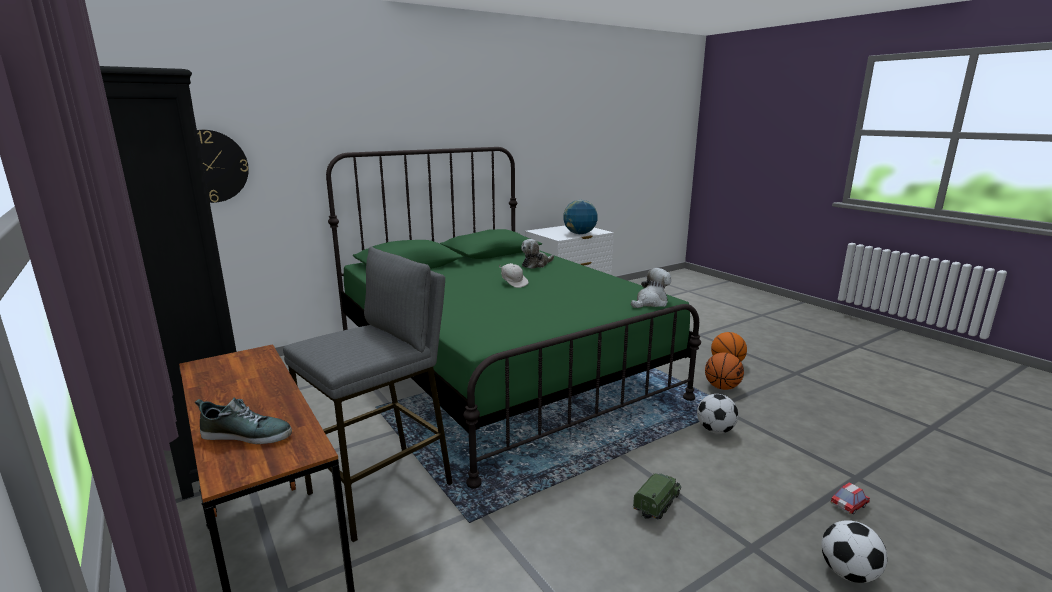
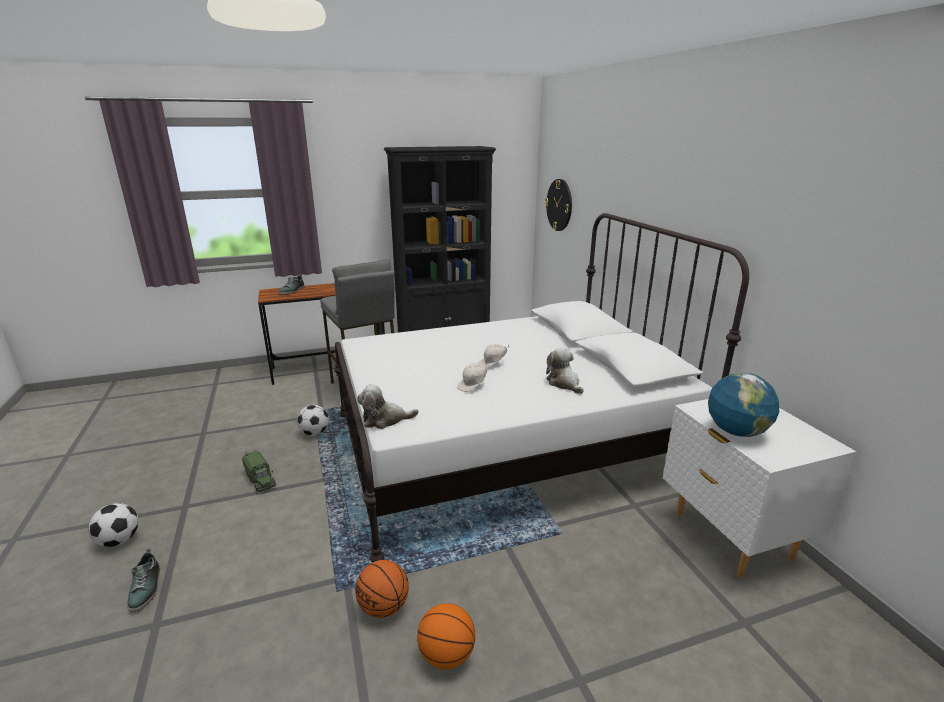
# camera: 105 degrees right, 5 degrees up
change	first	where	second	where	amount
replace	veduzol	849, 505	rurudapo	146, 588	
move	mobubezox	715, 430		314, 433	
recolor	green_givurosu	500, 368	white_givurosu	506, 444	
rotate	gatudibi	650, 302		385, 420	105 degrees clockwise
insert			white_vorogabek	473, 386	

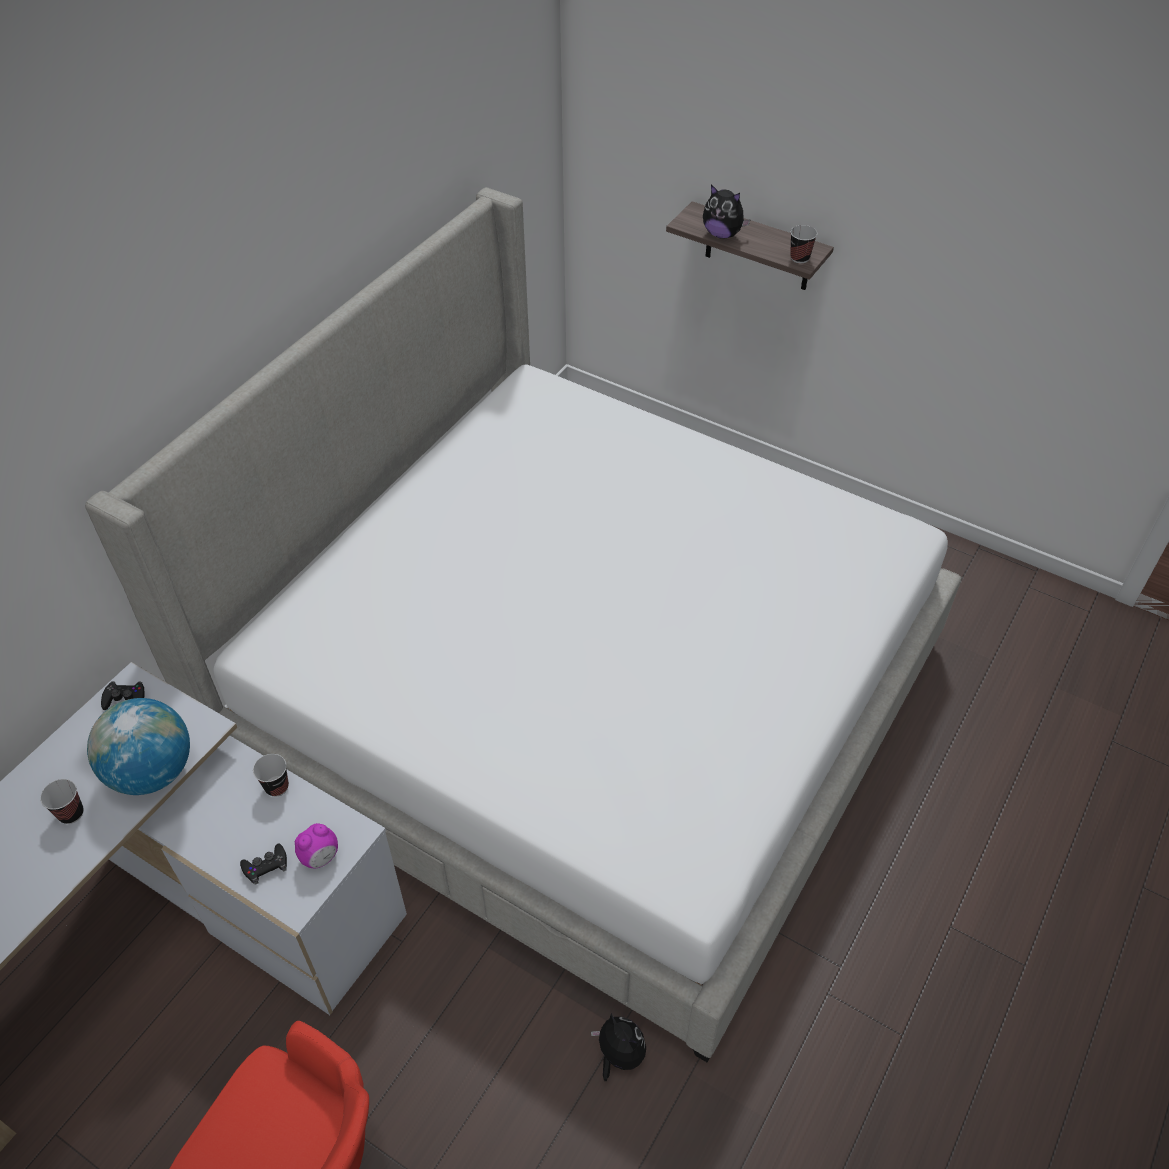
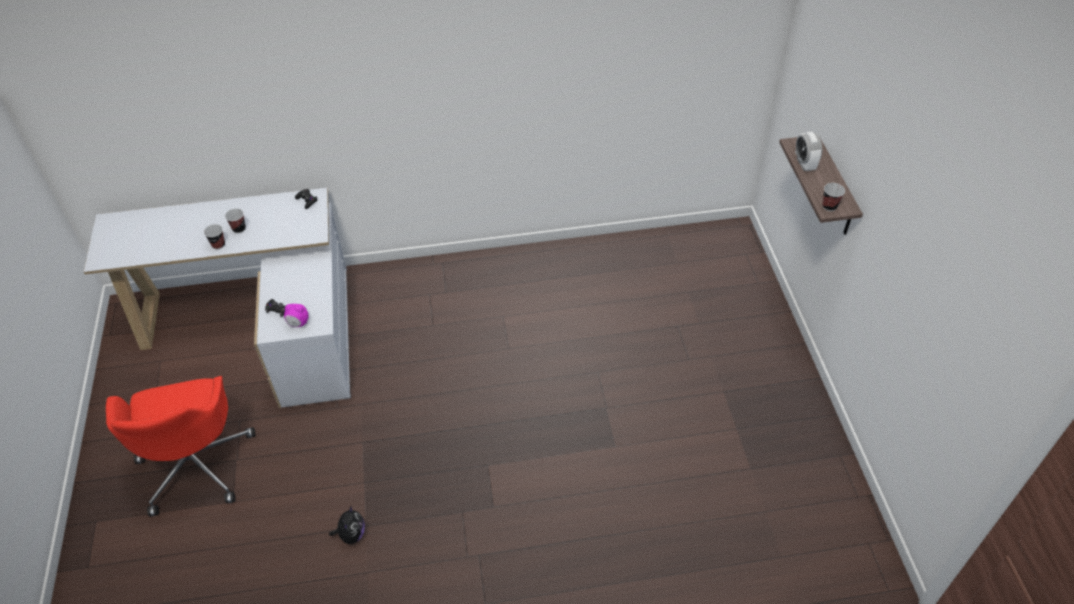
# camera: 50 degrees right, 0 degrees up
change	first	where	second	where	amount
move	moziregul	277, 787		218, 245	
replace	gatudibi	722, 234	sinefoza	804, 164	
delete	givurosu	584, 699			
delete	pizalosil	152, 771			

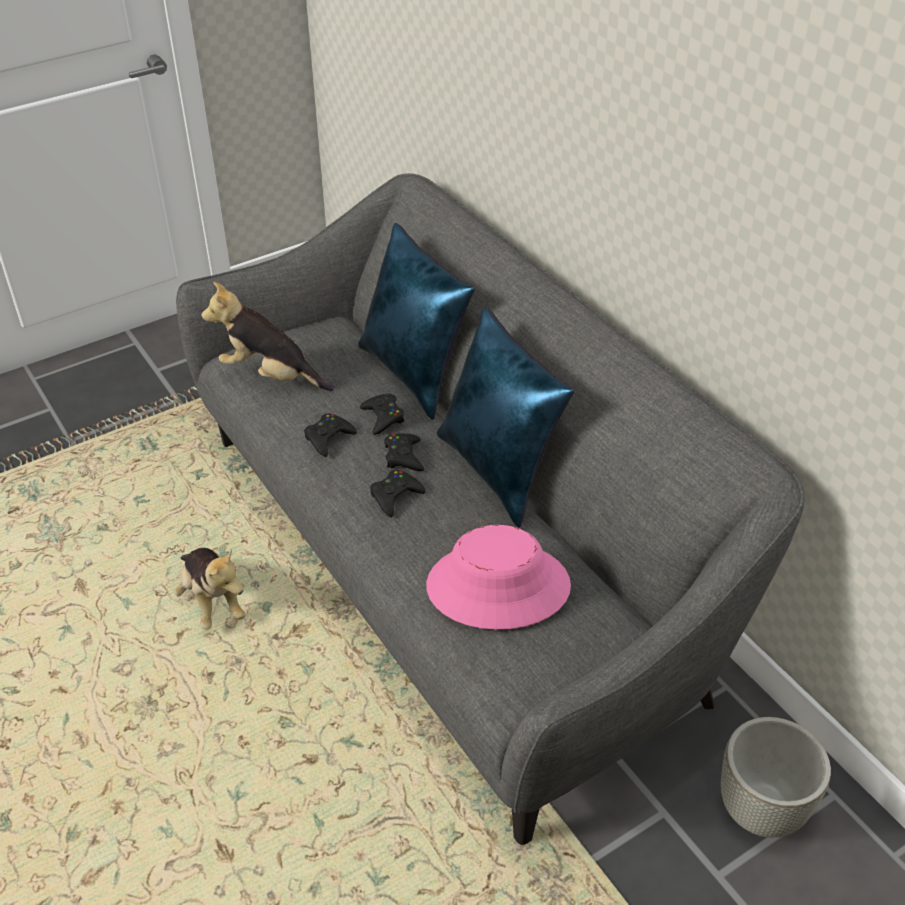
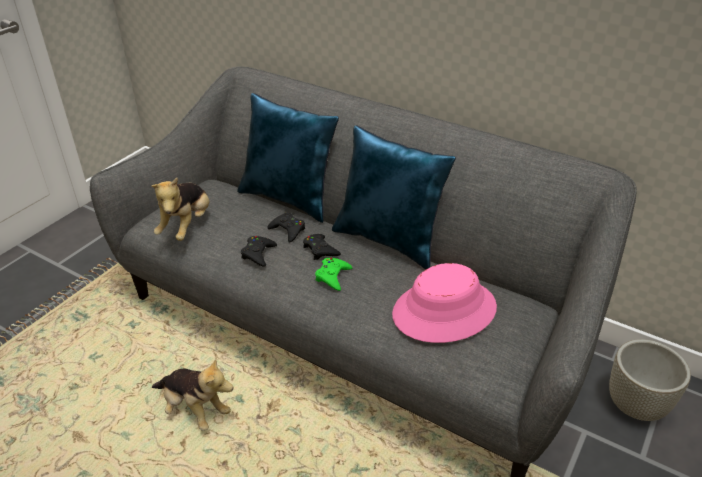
# camera: 25 degrees left, 5 degrees down
change	first	where	second	where	amount
rotate	gatudibi	271, 375		187, 226	75 degrees counterclockwise
recolor	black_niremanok	395, 496	green_niremanok	332, 276	

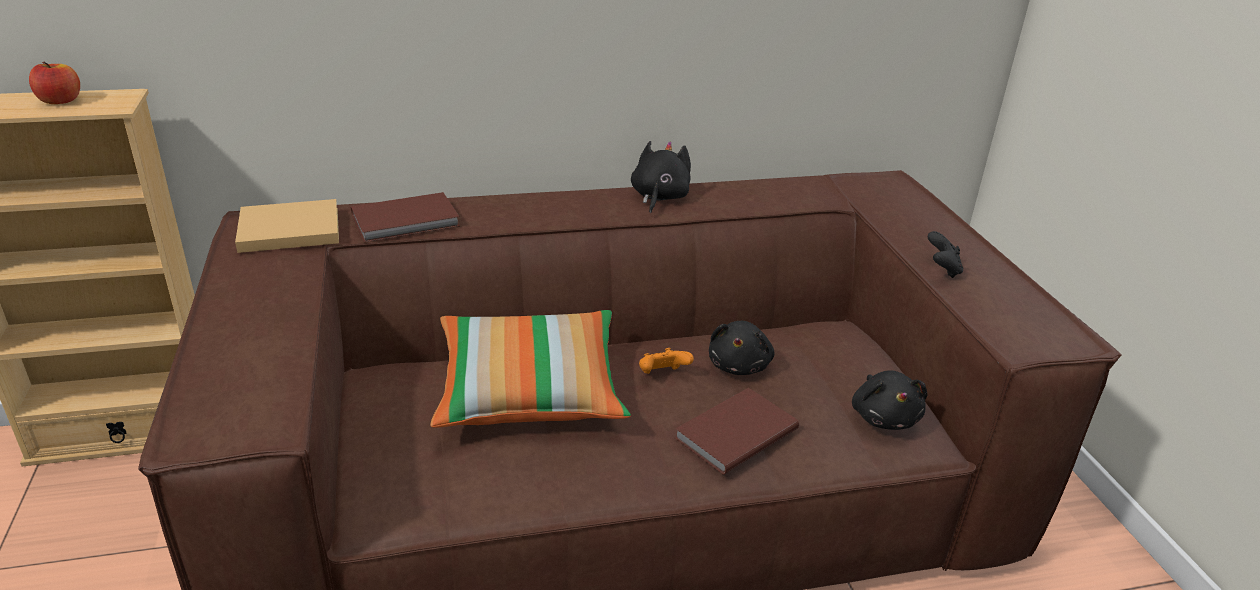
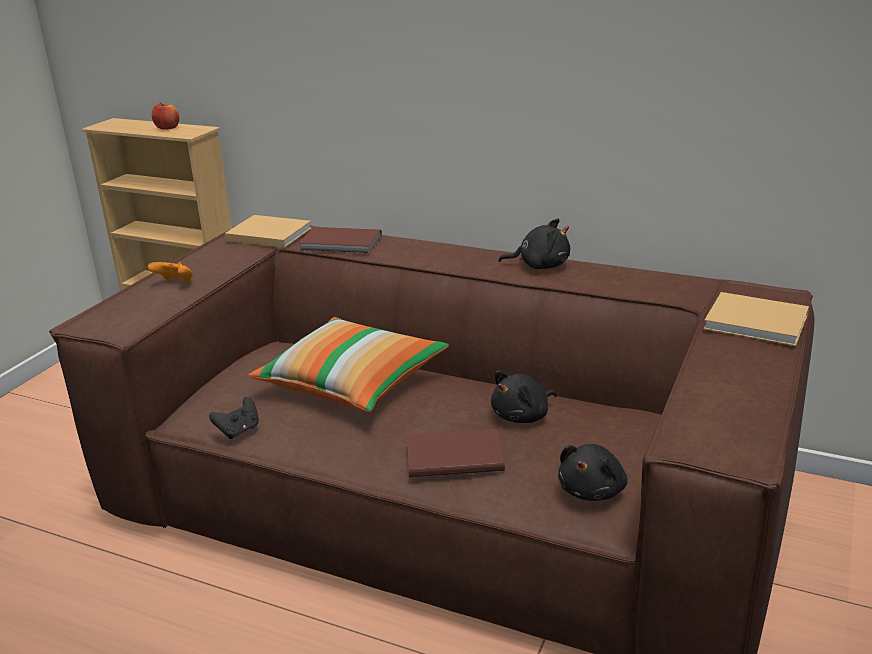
# camera: 40 degrees right, 5 degrees down
change	first	where	second	where	amount
move	orange_niremanok	662, 375		175, 283	
move	black_niremanok	942, 269		239, 431	
rotate	black_gatudibi	659, 197		540, 266	45 degrees clockwise
insert			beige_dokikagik	759, 323	

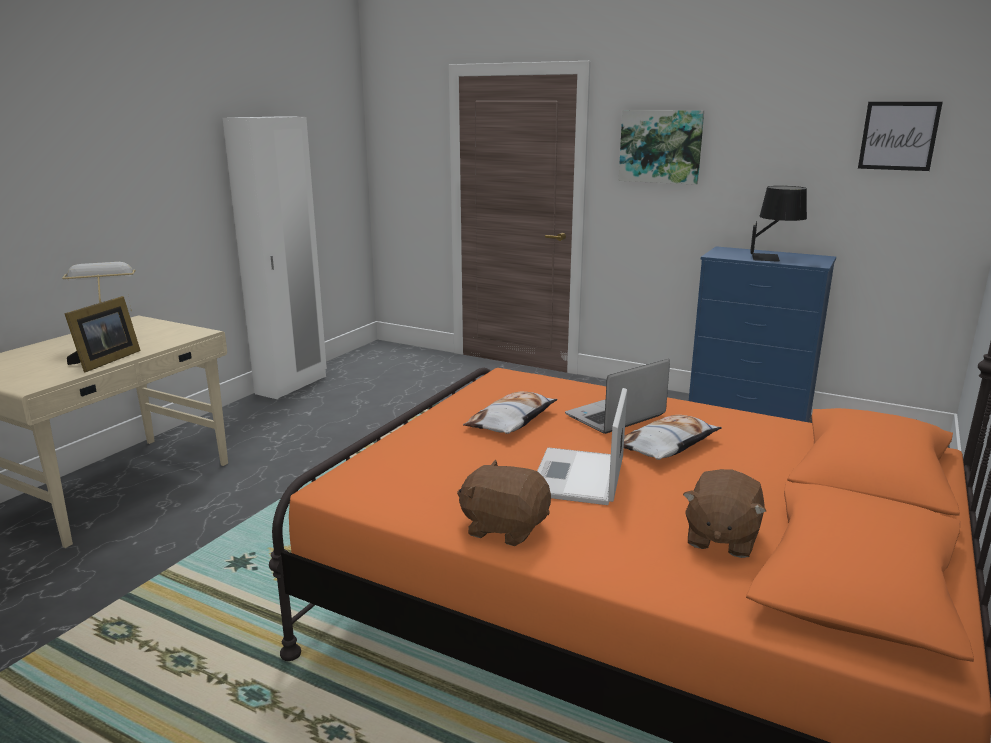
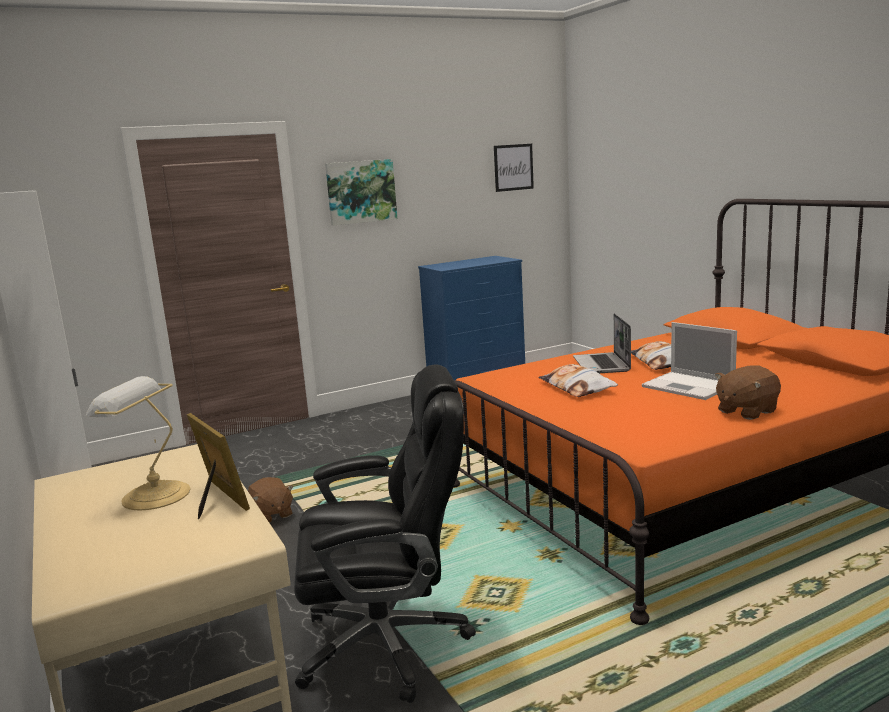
# camera: 55 degrees left, 5 degrees down
change	first	where	second	where	amount
move	brown_gatudibi	720, 538		271, 515	
insert			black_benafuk	388, 644	
delete	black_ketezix	774, 257			

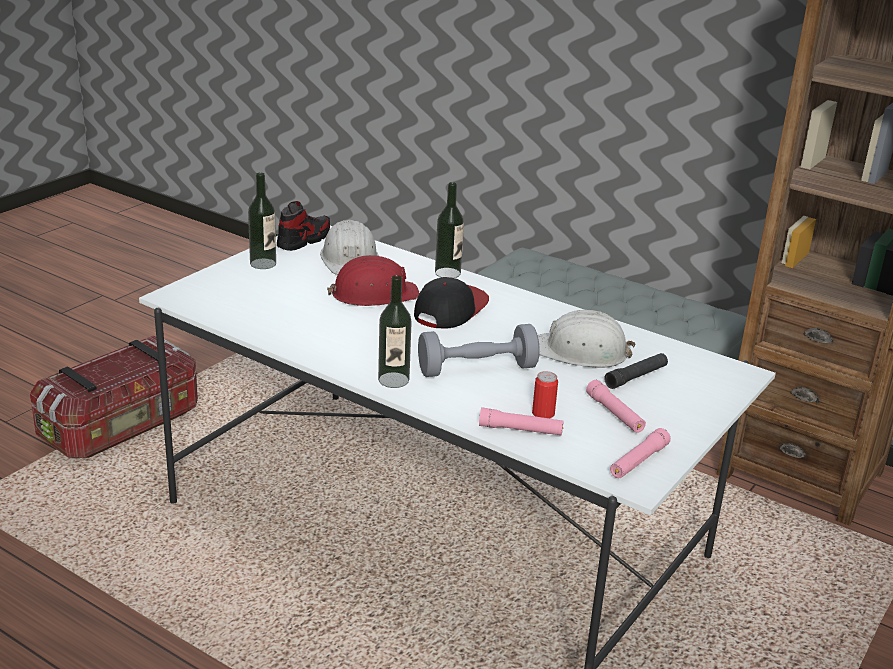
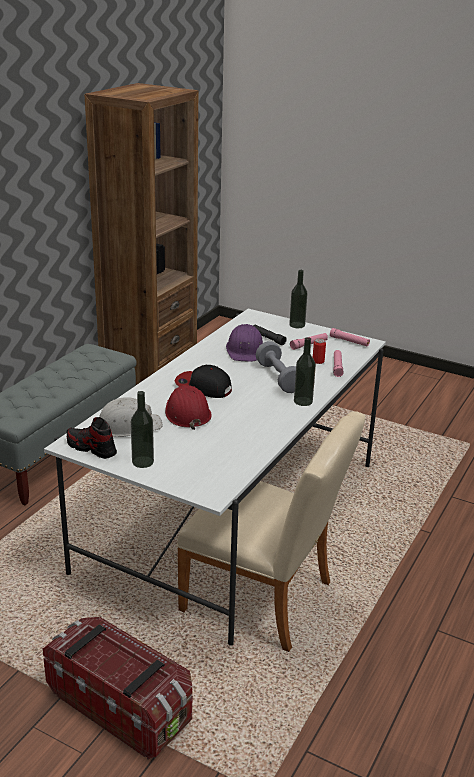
# camera: 95 degrees left, 0 degrees up
change	first	where	second	where	amount
insert			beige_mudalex	266, 600	
recolor	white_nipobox	582, 352	purple_nipobox	245, 350	
move	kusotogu	447, 273		297, 325	

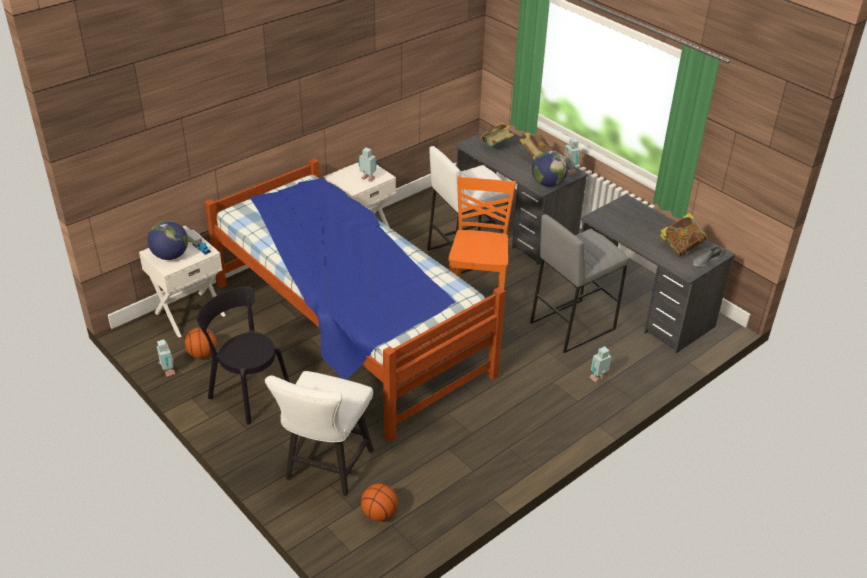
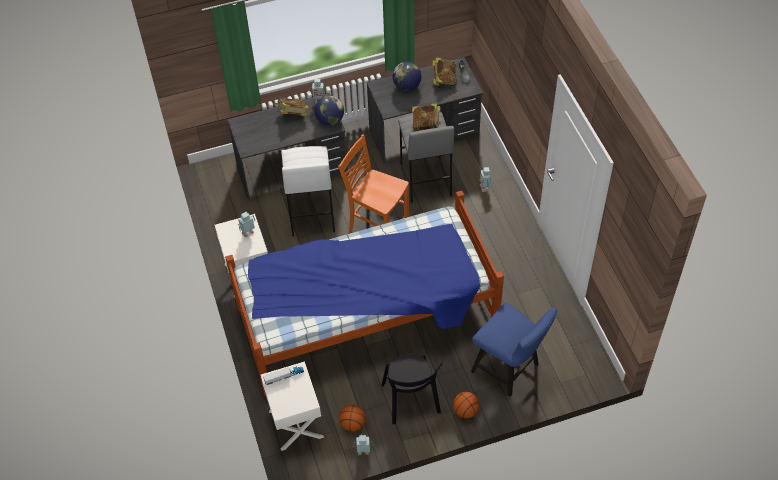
# camera: 65 degrees left, 15 degrees up
change	first	where	second	where	amount
rotate	black_mudalex	247, 392		411, 401	75 degrees counterclockwise
move	pizalosil	170, 256		407, 86	
move	dokikagik	496, 146		426, 125	
move	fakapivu	379, 514		465, 411	
recolor	white_mudalex	326, 469	blue_mudalex	509, 370	

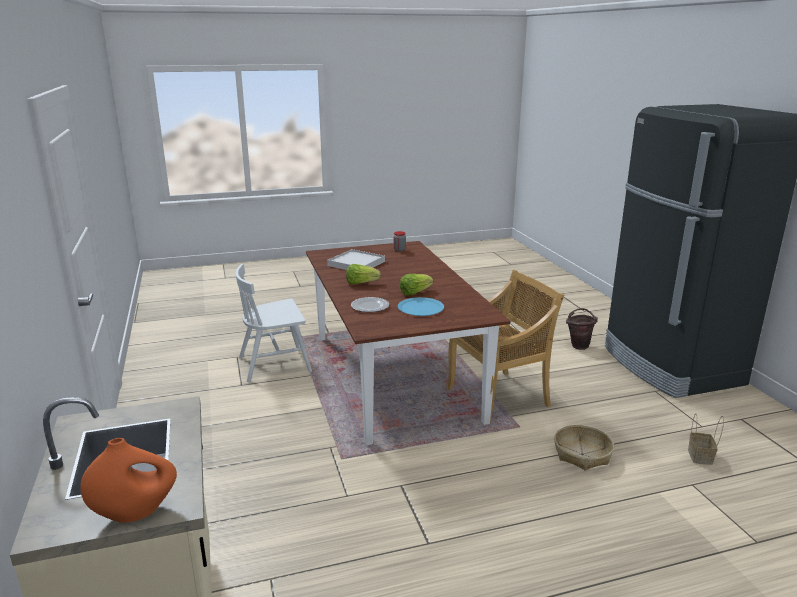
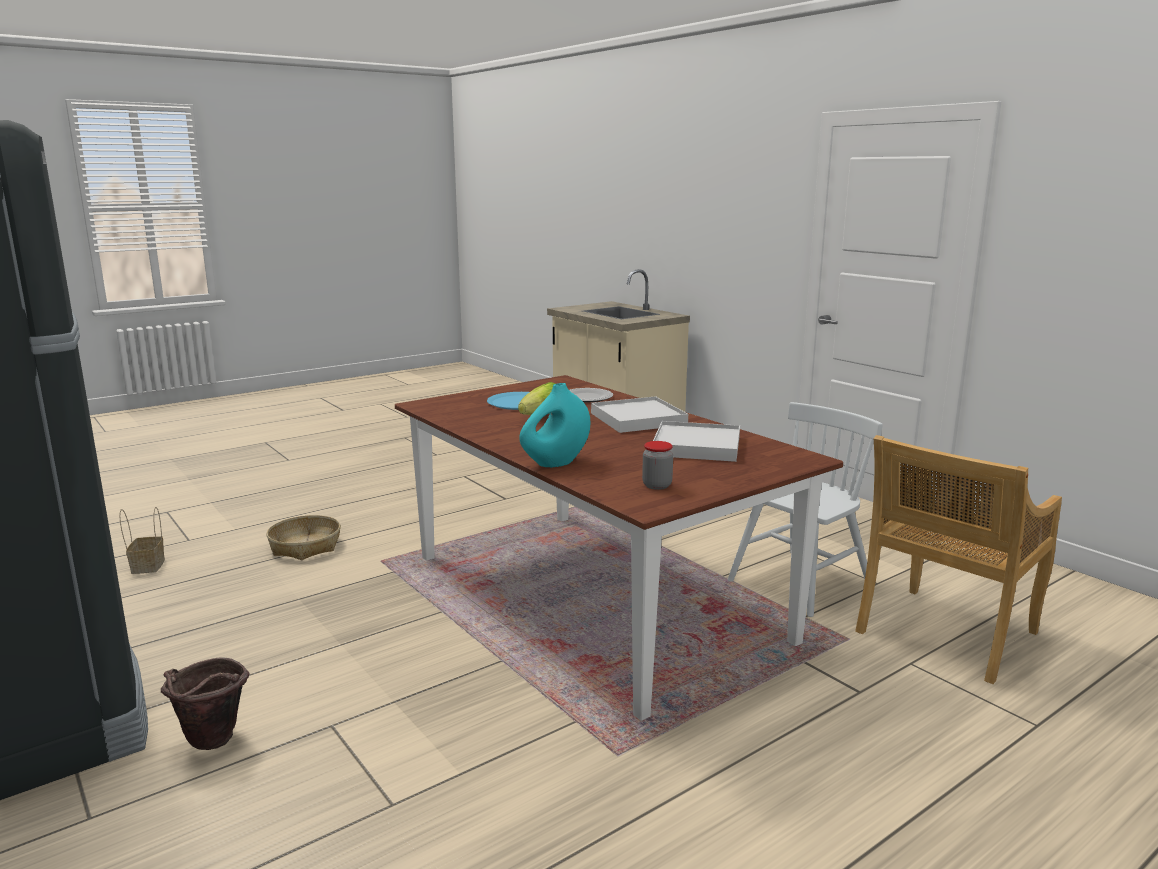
# camera: 160 degrees right, 5 degrees down
change	first	where	second	where	amount
insert			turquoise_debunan	556, 463	
replace	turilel	361, 283	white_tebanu	638, 419	
move	beige_mudalex	499, 396		945, 634	
delete	orange_debunan	136, 512			

